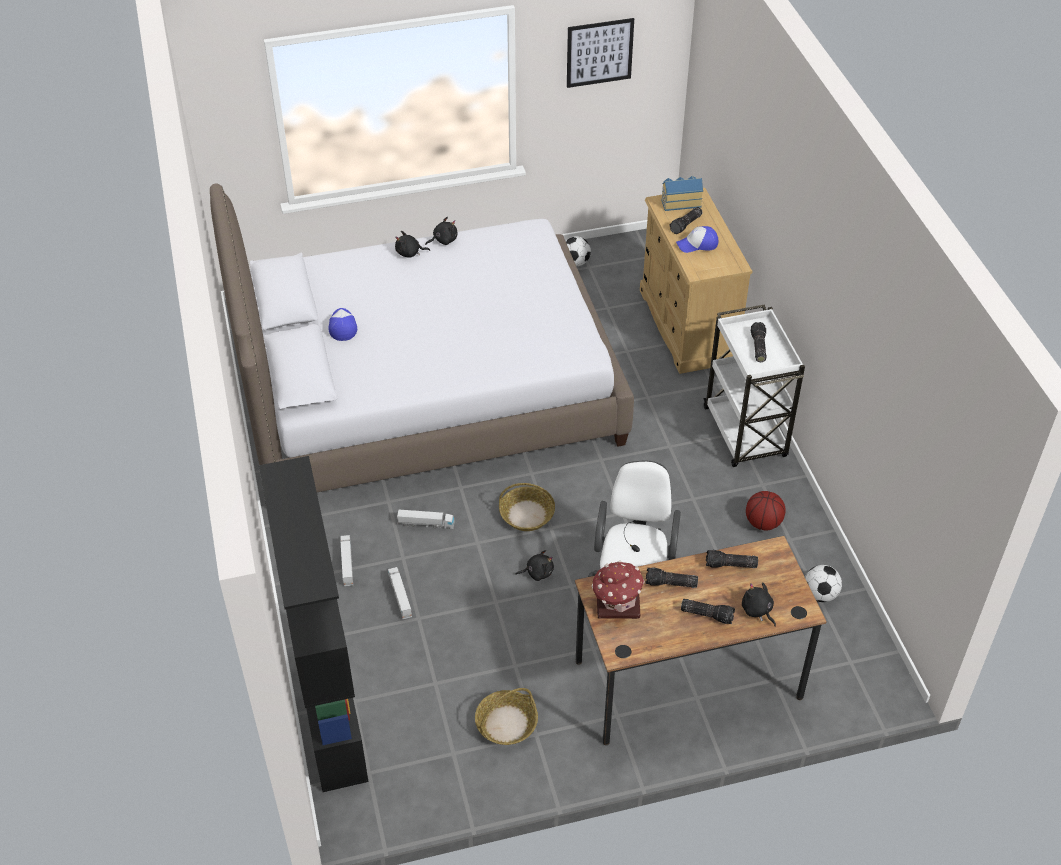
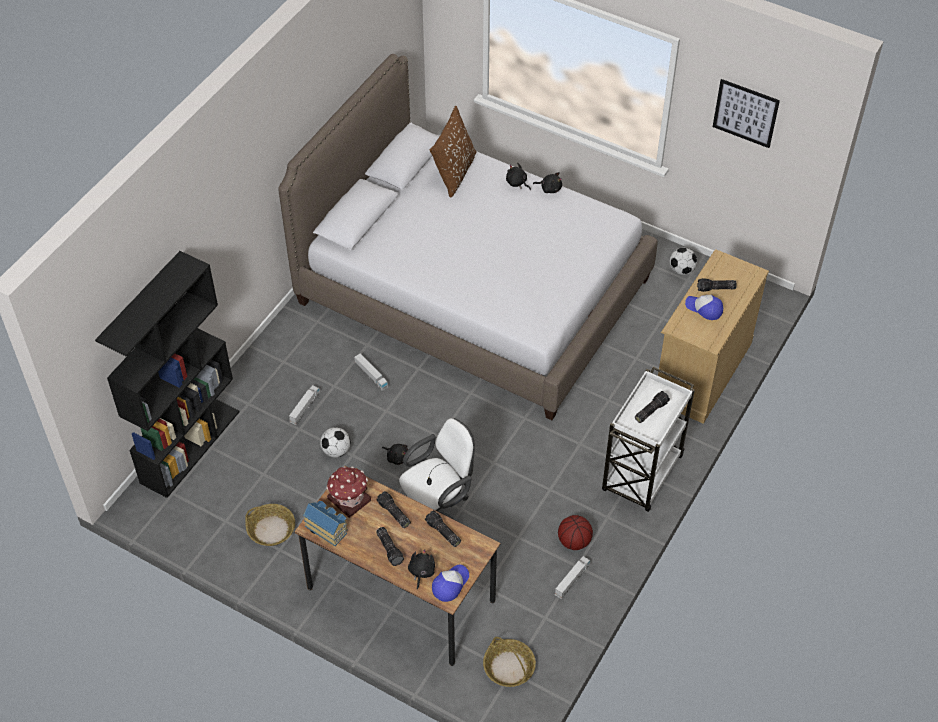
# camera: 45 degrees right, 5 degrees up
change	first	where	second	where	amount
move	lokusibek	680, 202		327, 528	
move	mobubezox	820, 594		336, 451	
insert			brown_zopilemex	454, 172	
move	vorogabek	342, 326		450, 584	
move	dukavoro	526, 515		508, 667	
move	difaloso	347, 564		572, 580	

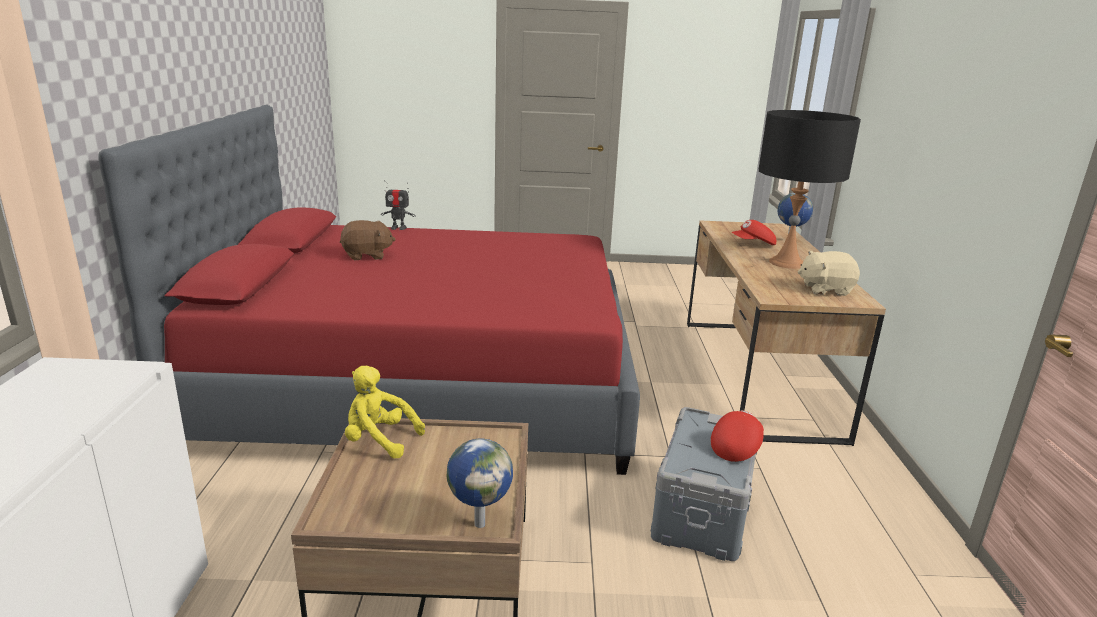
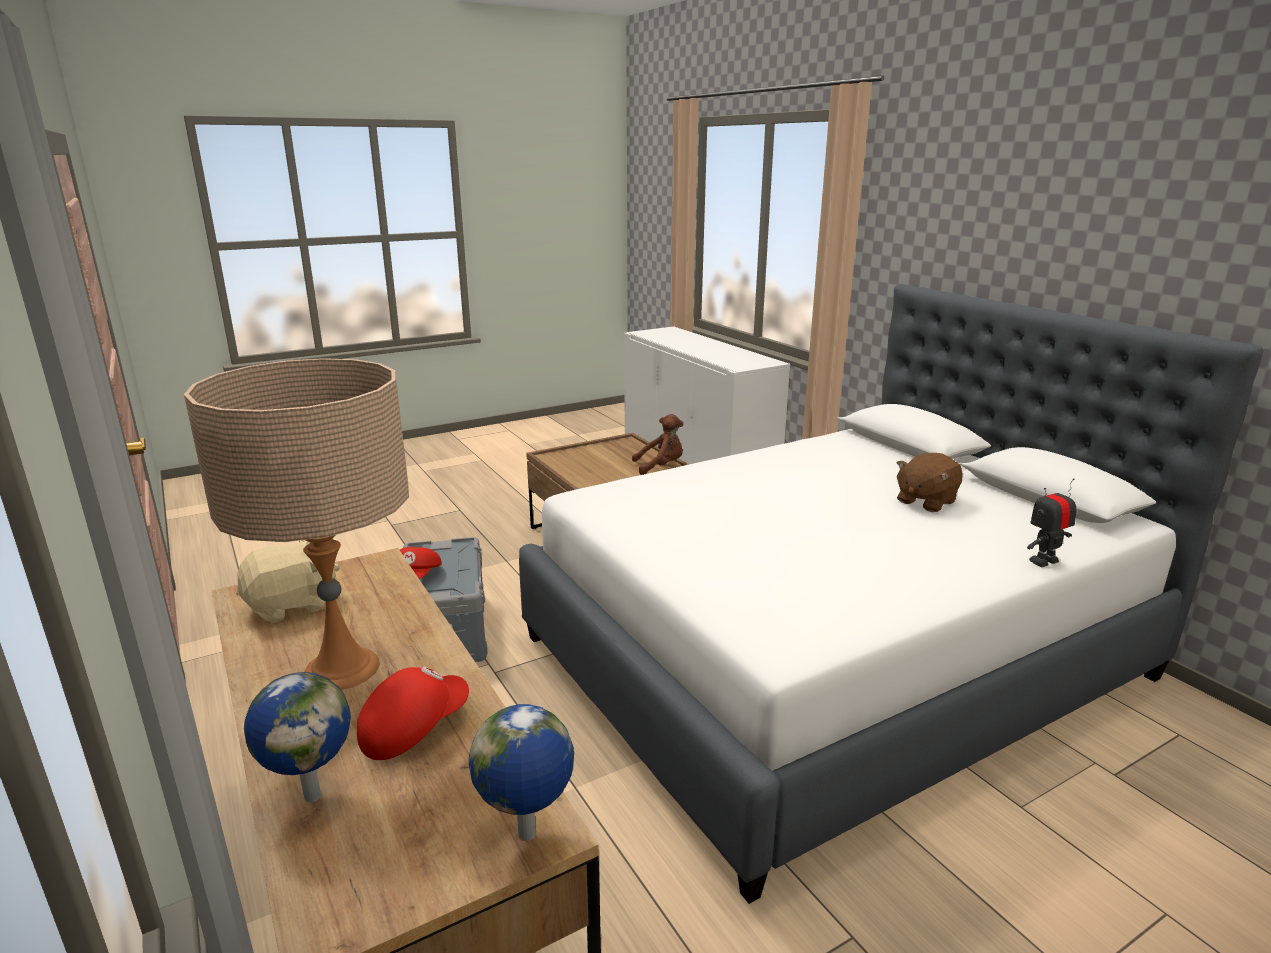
# camera: 150 degrees right, 0 degrees up
change	first	where	second	where	amount
recolor	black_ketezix	786, 263	beige_ketezix	342, 668	
move	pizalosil	479, 523		528, 836	
recolor	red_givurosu	424, 383	white_givurosu	833, 657	
recolor	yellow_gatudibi	379, 440	brown_gatudibi	661, 467	

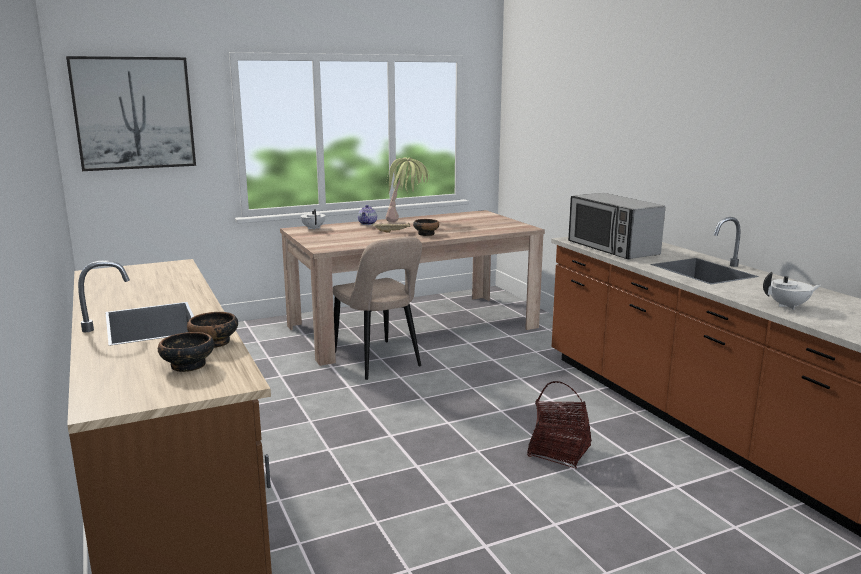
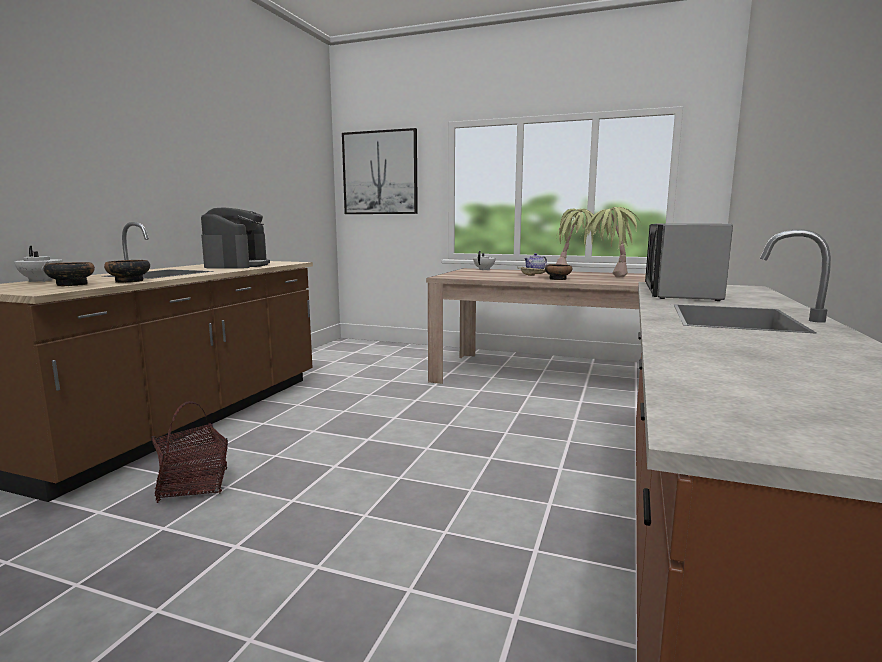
# camera: 45 degrees right, 5 degrees down
change	first	where	second	where	amount
move	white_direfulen	788, 306		41, 281	
move	dukavoro	559, 451		194, 485	
insert			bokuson	237, 265	
insert			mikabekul	609, 278	
delete	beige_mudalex	378, 361			

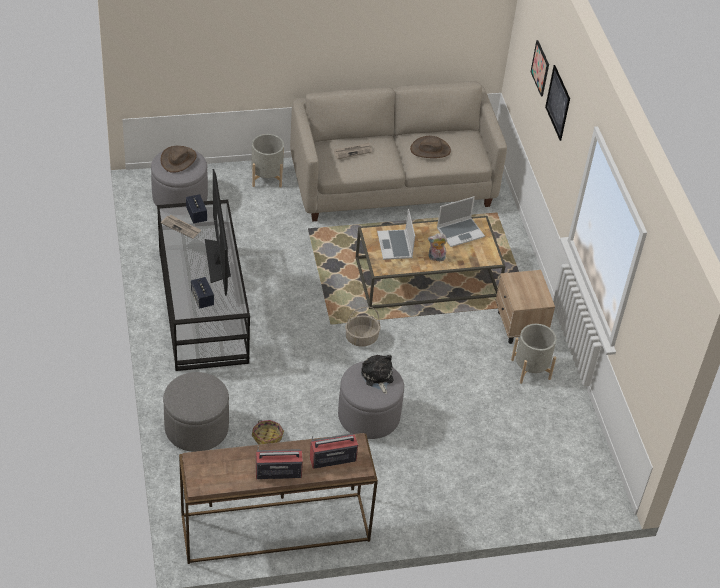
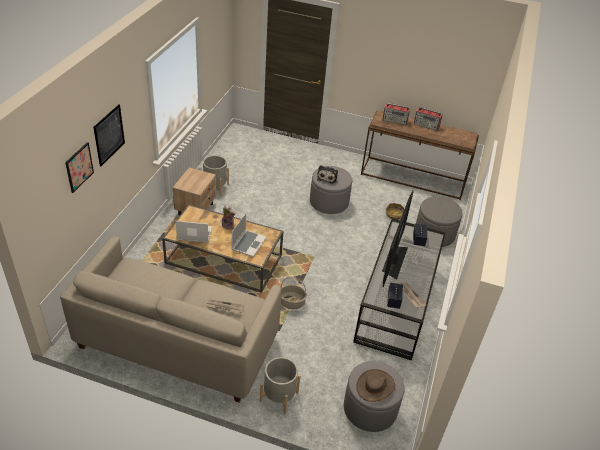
# camera: 150 degrees left, 5 degrees down
change	first	where	second	where	amount
move	dukavoro	361, 338		292, 302	
delete	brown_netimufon	430, 149			

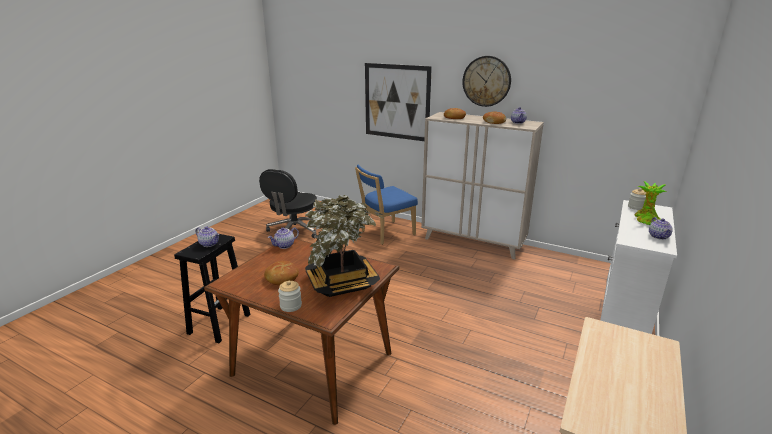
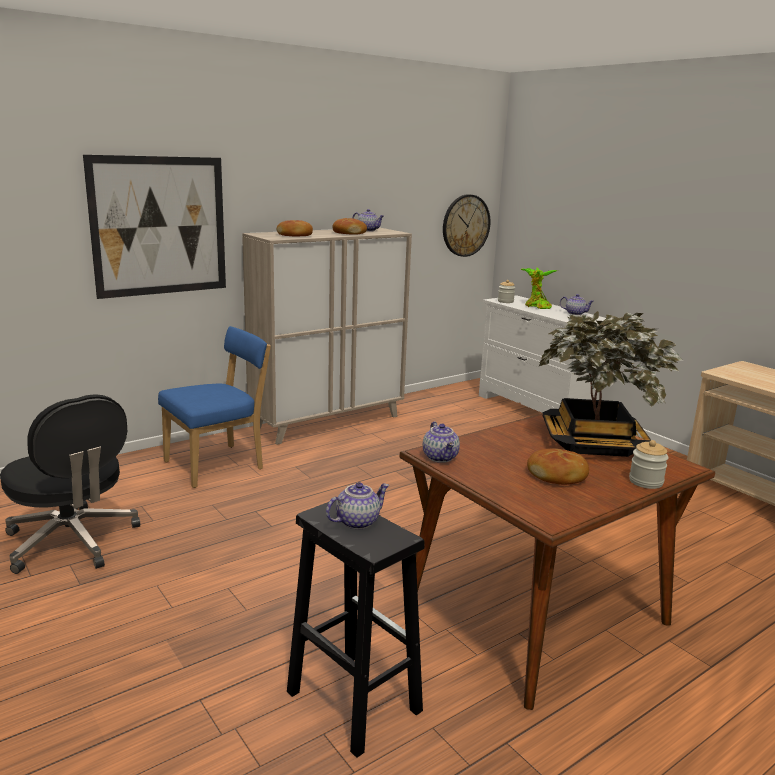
# camera: 65 degrees left, 5 degrees down
change	first	where	second	where	amount
rotate	blue_mudalex	385, 233		218, 464	120 degrees counterclockwise
move	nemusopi	486, 81		465, 225	

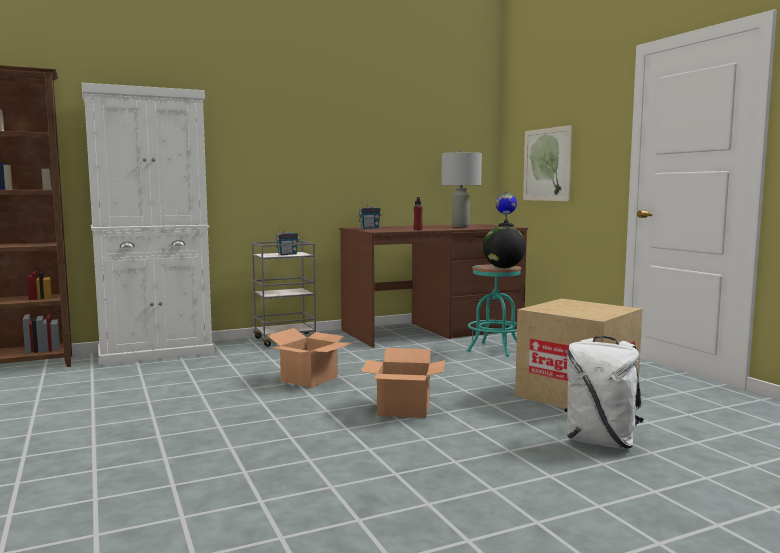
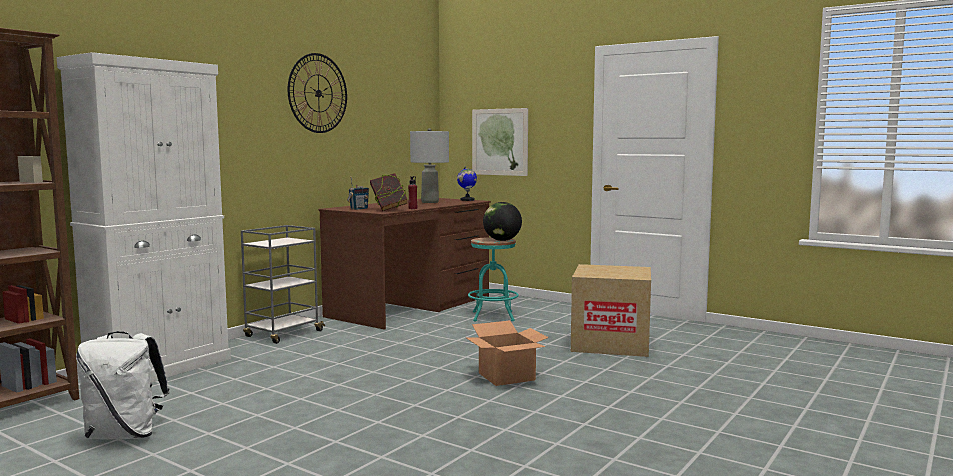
# camera: 30 degrees left, 0 degrees up
change	first	where	second	where	amount
move	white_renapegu	601, 442		125, 435	
insert			nemusopi	318, 93	
insert			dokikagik	389, 210	
delete	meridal	309, 379			
delete	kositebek	287, 254			

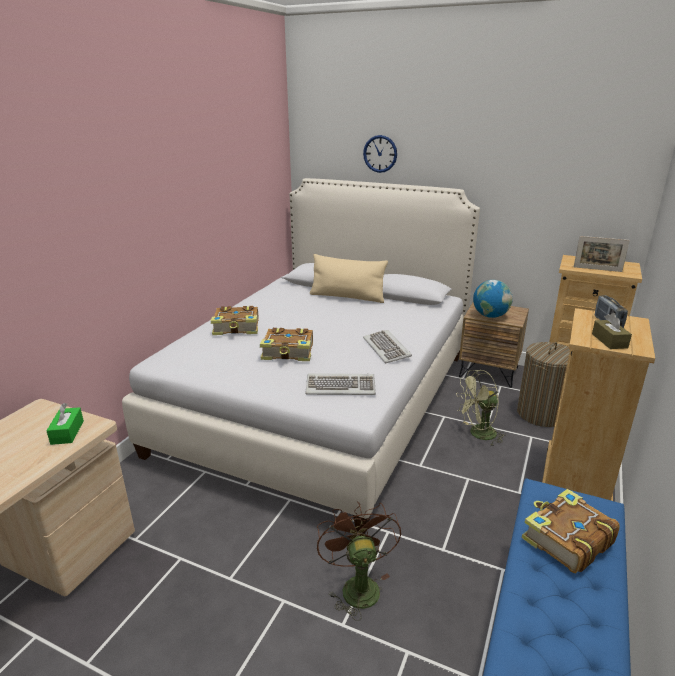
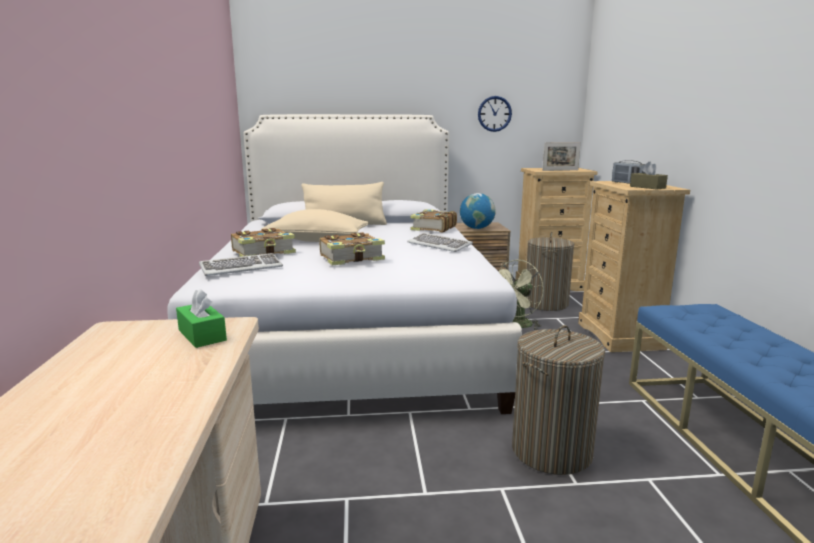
# camera: 30 degrees left, 10 degrees down
change	first	where	second	where	amount
move	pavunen	340, 386		241, 267	
insert			beige_zopilemex	317, 240	
move	dokikagik	566, 540		433, 228	
move	nemusopi	380, 154		494, 113	
replace	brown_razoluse	357, 585	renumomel	551, 451	

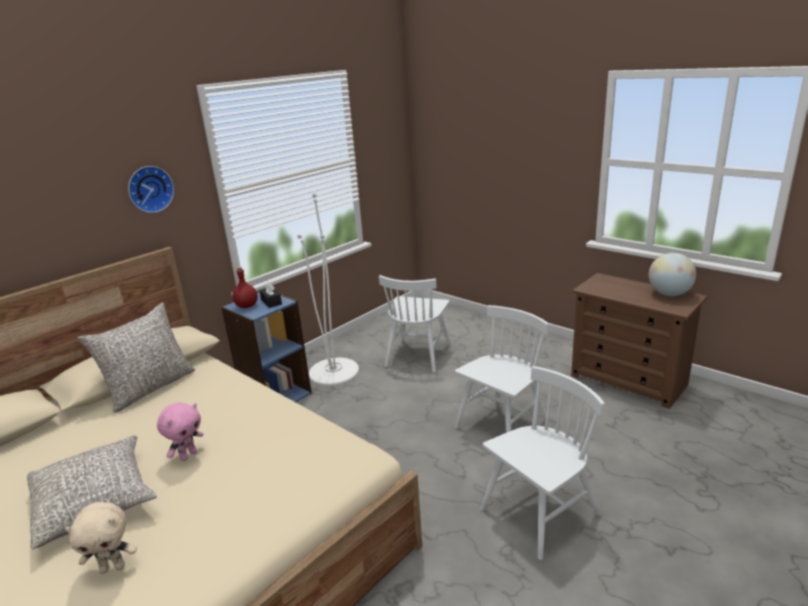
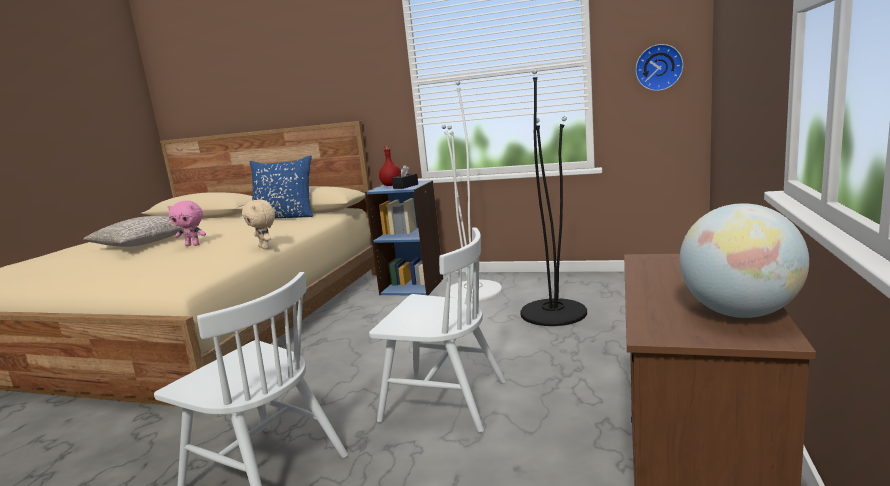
# camera: 65 degrees right, 10 degrees down
change	first	where	second	where	amount
move	beige_gatudibi	113, 567		265, 247	
recolor	grey_zopilemex	150, 388	blue_zopilemex	285, 217	
replace	white_mudalex	418, 355	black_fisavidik	553, 312	
move	nemusopi	149, 189		658, 67	

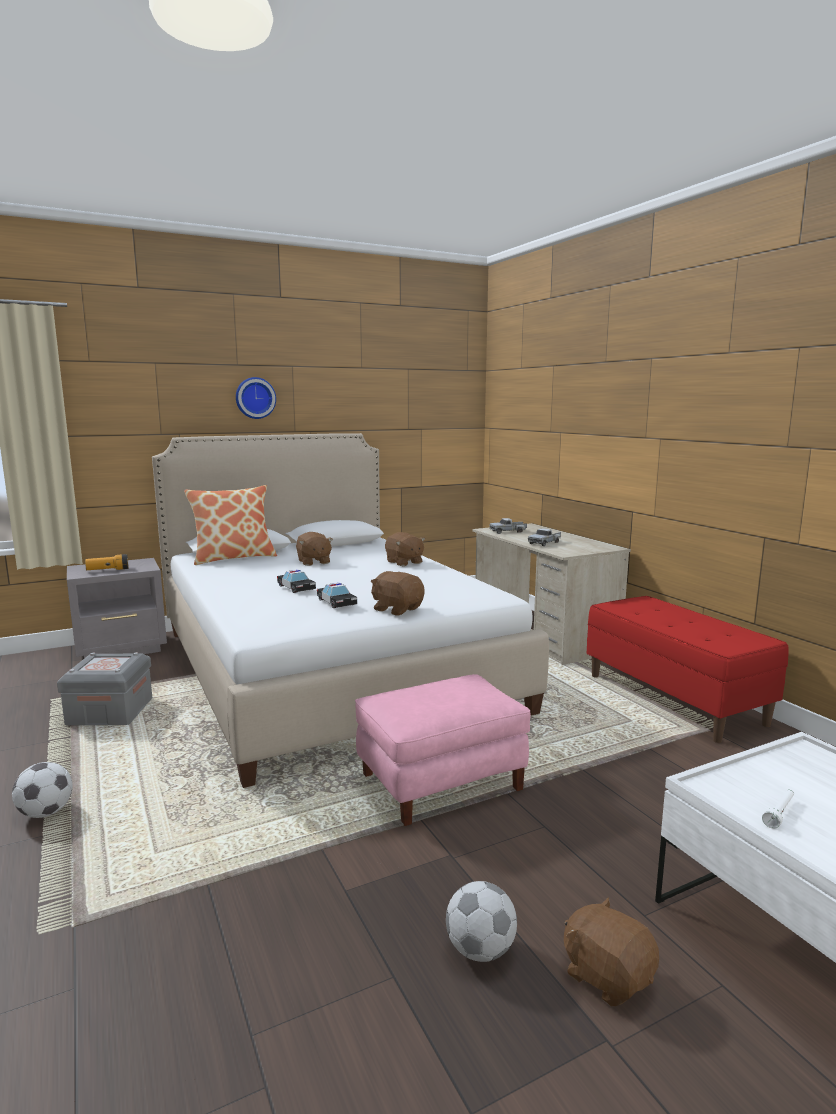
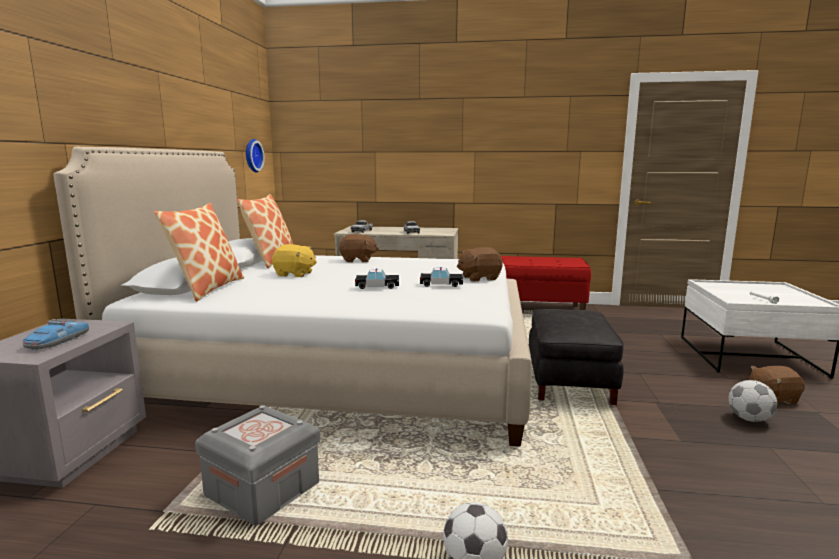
# camera: 55 degrees left, 0 degrees up
change	first	where	second	where	amount
replace	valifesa	108, 570	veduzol	58, 341	
insert			zopilemex	271, 260	
move	nemusopi	255, 398		252, 155	
recolor	brown_gatudibi	313, 562	yellow_gatudibi	294, 274	
recolor	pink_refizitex	441, 781	black_refizitex	568, 382	

